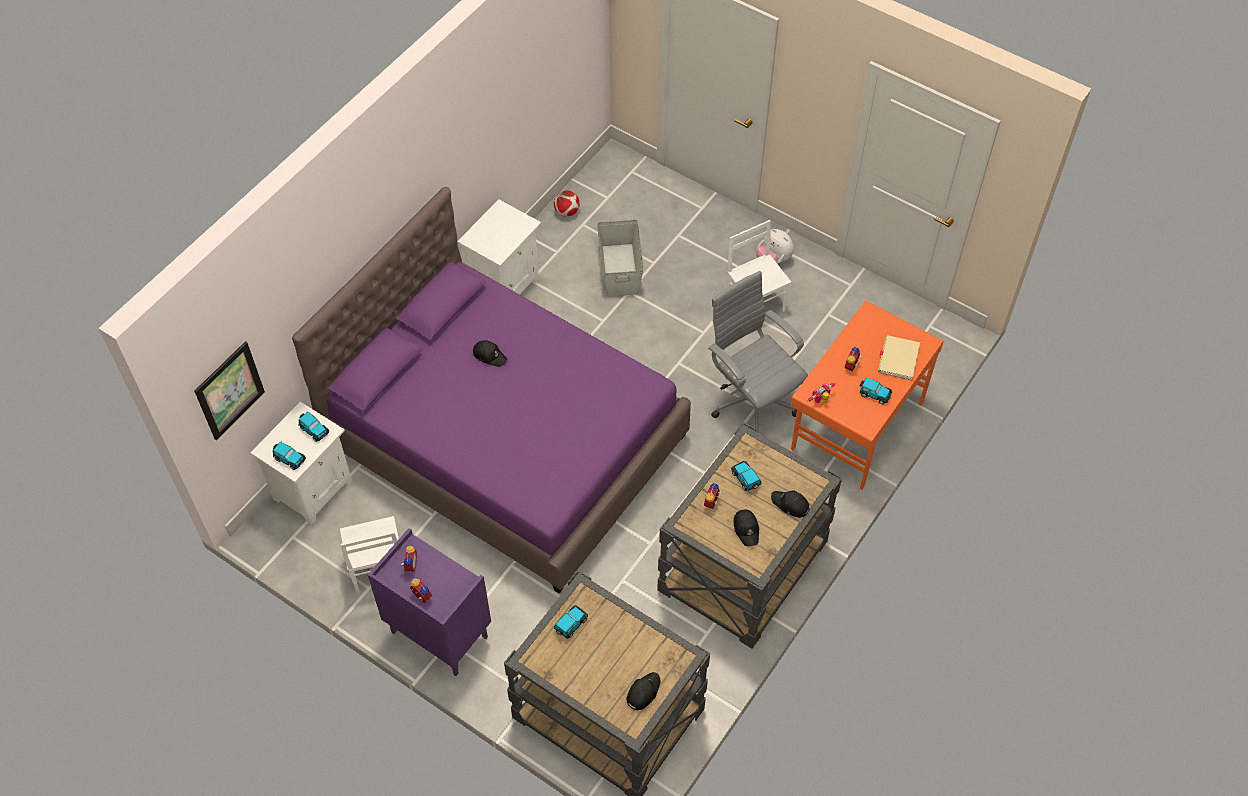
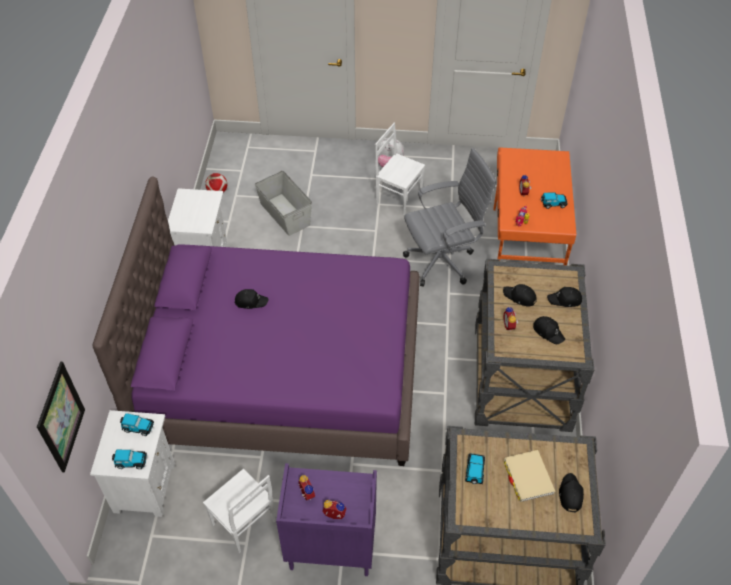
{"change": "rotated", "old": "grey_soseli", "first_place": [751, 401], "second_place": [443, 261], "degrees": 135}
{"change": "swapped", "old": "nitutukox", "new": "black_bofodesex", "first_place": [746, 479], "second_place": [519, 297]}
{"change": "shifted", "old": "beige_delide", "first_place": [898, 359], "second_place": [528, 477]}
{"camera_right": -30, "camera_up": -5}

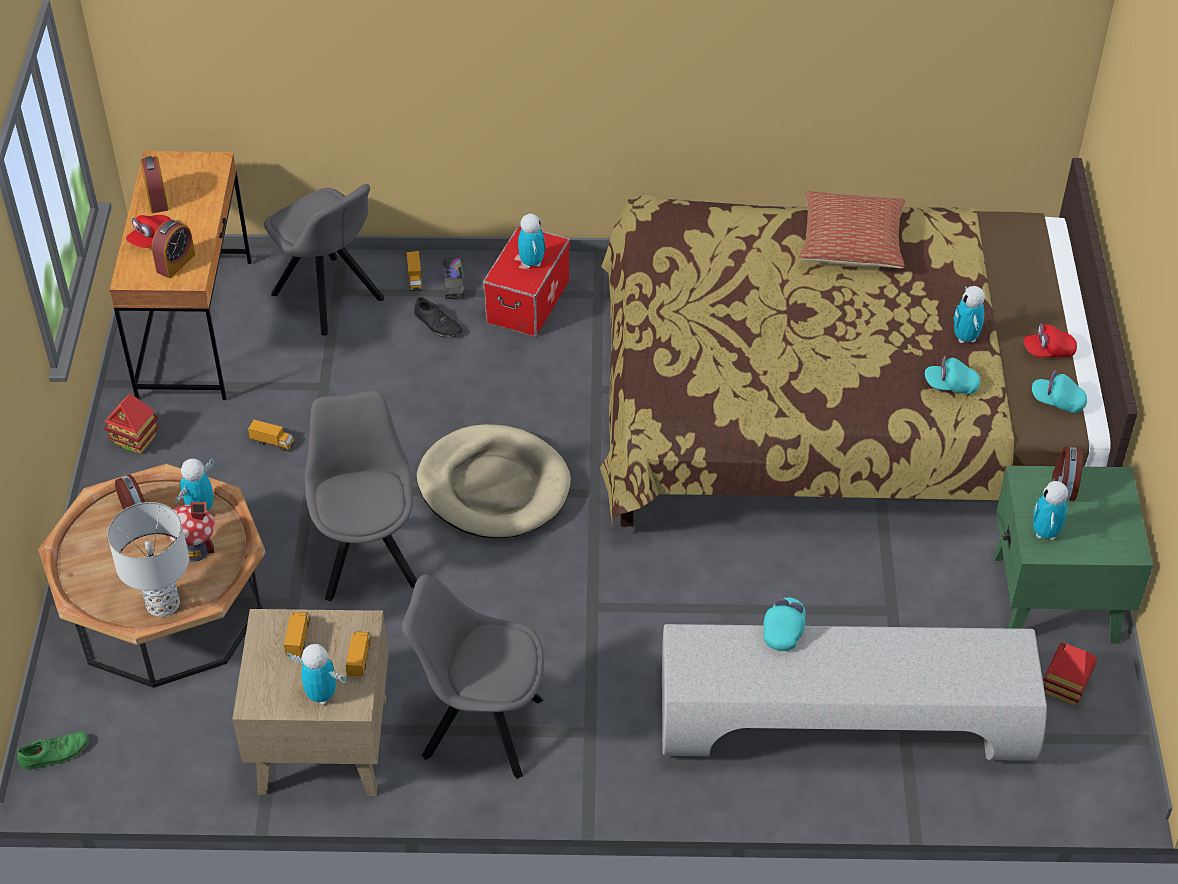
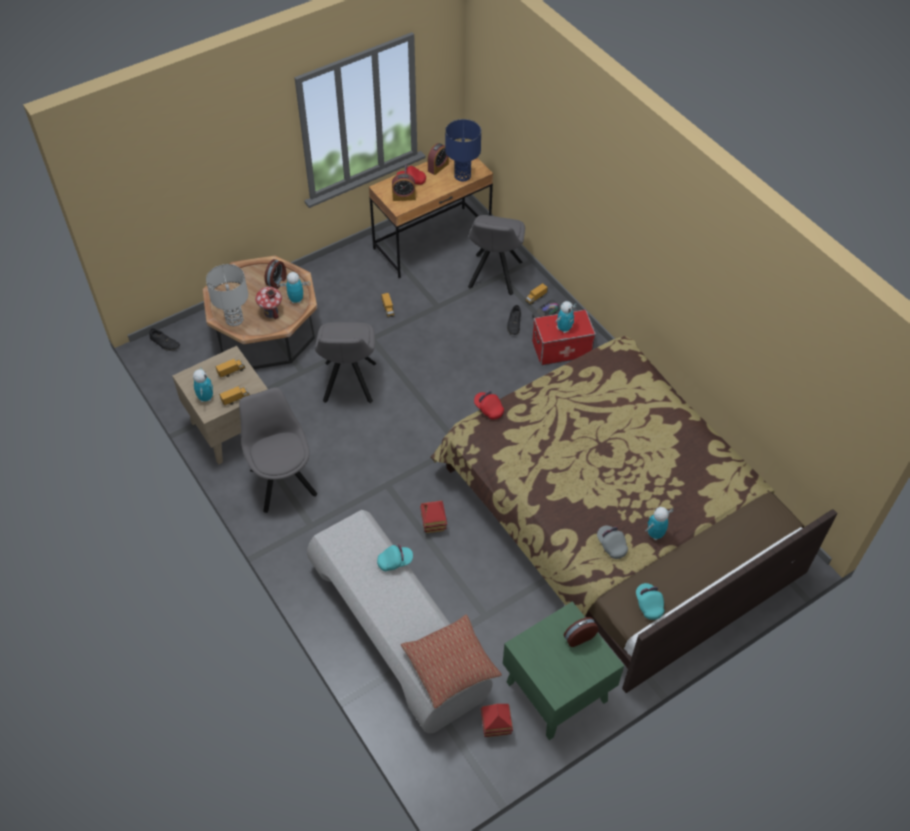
{"change": "repainted", "old": "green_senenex", "new": "black_senenex", "first_place": [55, 754], "second_place": [165, 343]}
{"change": "shifted", "old": "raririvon", "first_place": [135, 440], "second_place": [433, 524]}
{"change": "rotated", "old": "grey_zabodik", "first_place": [368, 557], "second_place": [349, 382], "degrees": 135}
{"change": "gone", "old": "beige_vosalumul", "first_place": [494, 486]}
{"change": "shifted", "old": "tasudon", "first_place": [851, 242], "second_place": [451, 665]}
{"change": "repainted", "old": "turquoise_bofodesex", "new": "grey_bofodesex", "first_place": [951, 385], "second_place": [611, 545]}
{"change": "shifted", "old": "red_bofodesex", "first_place": [1048, 351], "second_place": [488, 409]}
{"change": "gone", "old": "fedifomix", "first_place": [1045, 533]}
{"change": "new", "new": "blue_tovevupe", "second_place": [462, 175]}
{"camera_right": 55, "camera_up": 5}

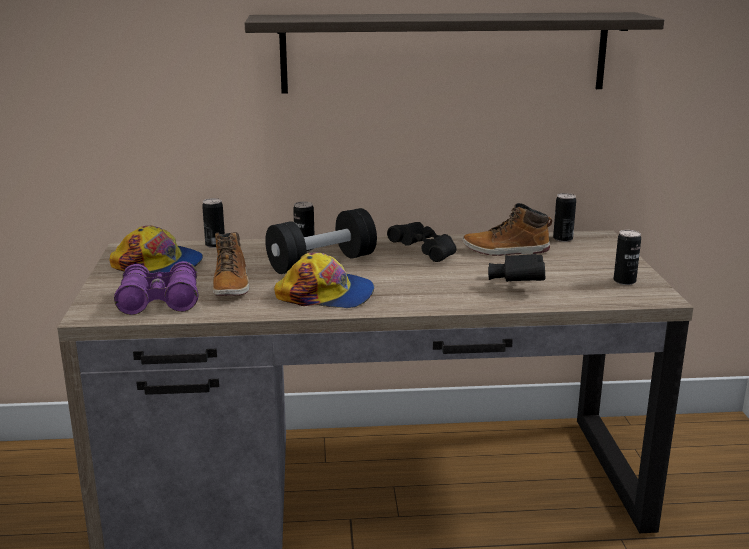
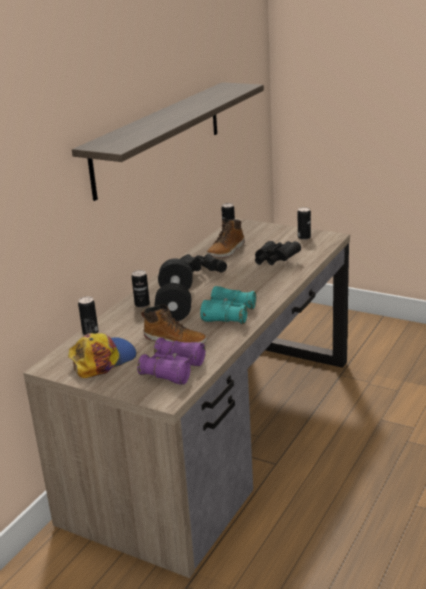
{"change": "swapped", "old": "bofodesex", "new": "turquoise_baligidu", "first_place": [326, 295], "second_place": [229, 314]}
{"camera_right": -55, "camera_up": 5}

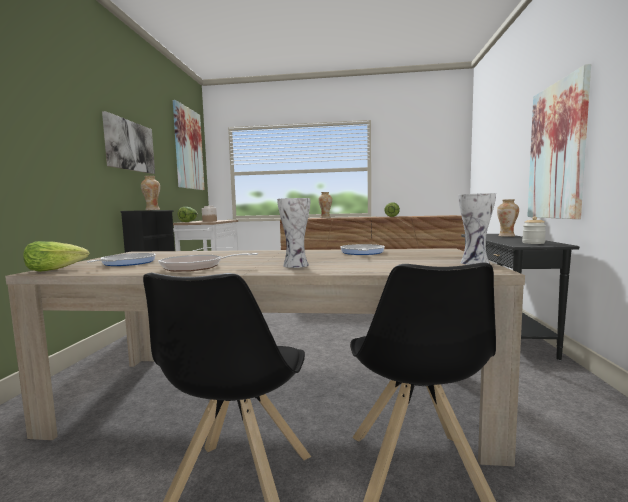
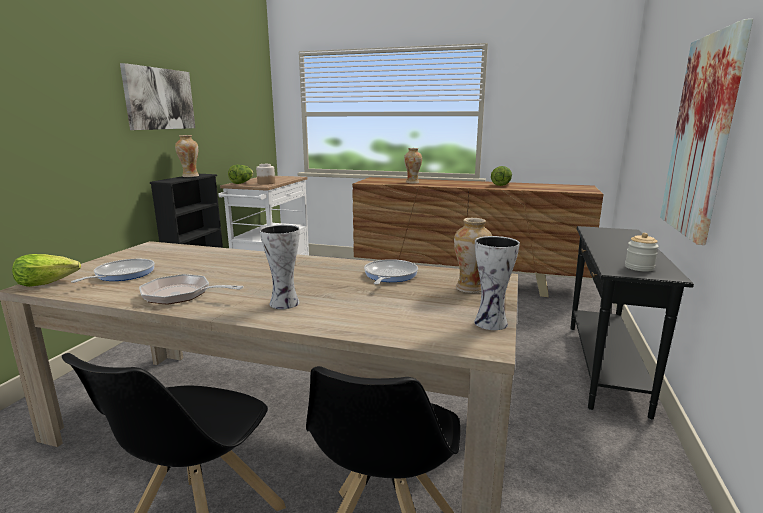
{"change": "gone", "old": "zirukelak", "first_place": [188, 148]}
{"change": "shifted", "old": "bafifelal", "first_place": [506, 236], "second_place": [470, 288]}
{"camera_right": 10, "camera_up": 10}

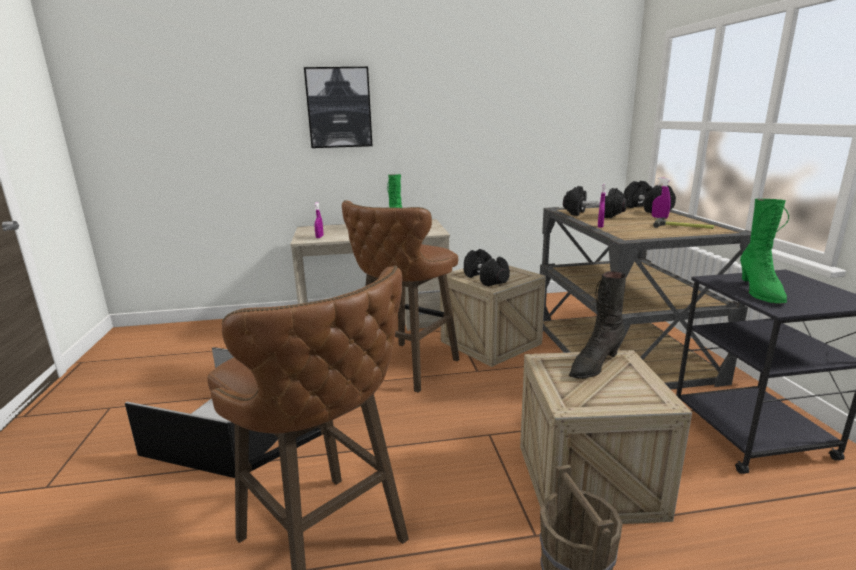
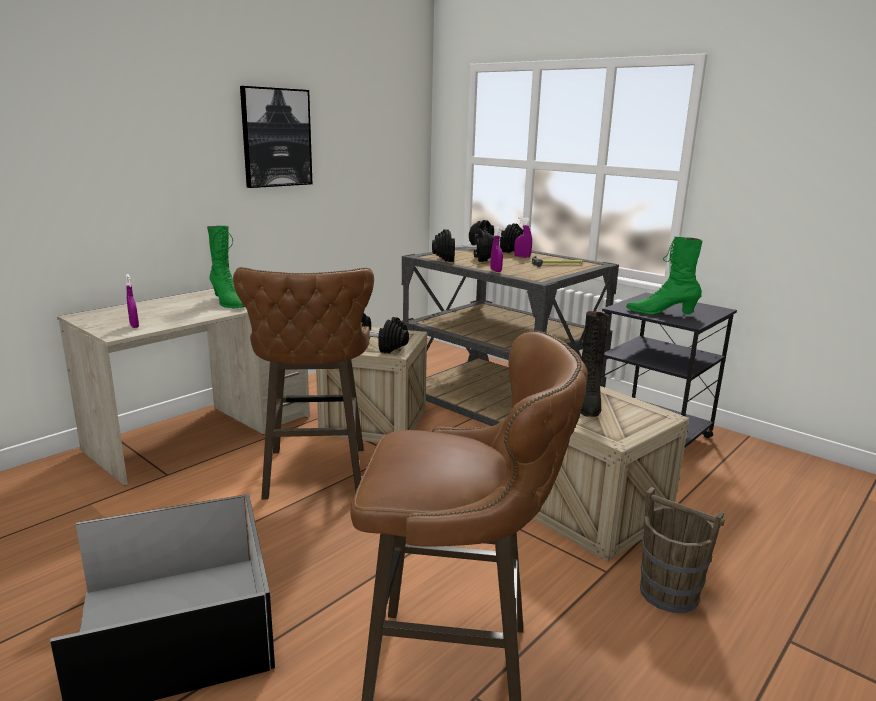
{"change": "shifted", "old": "zirukelak", "first_place": [339, 108], "second_place": [276, 137]}
{"change": "rotated", "old": "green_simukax", "first_place": [759, 292], "second_place": [661, 313], "degrees": 135}
{"camera_right": -40, "camera_up": 0}

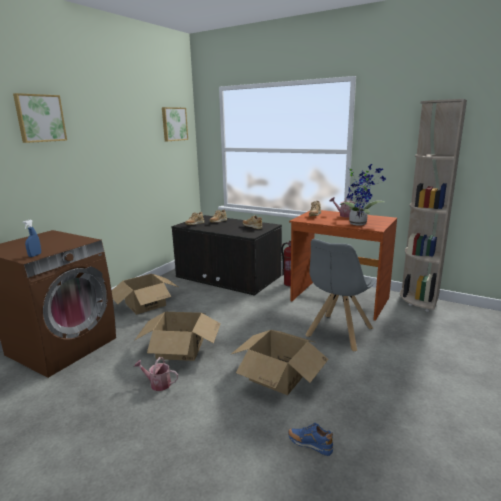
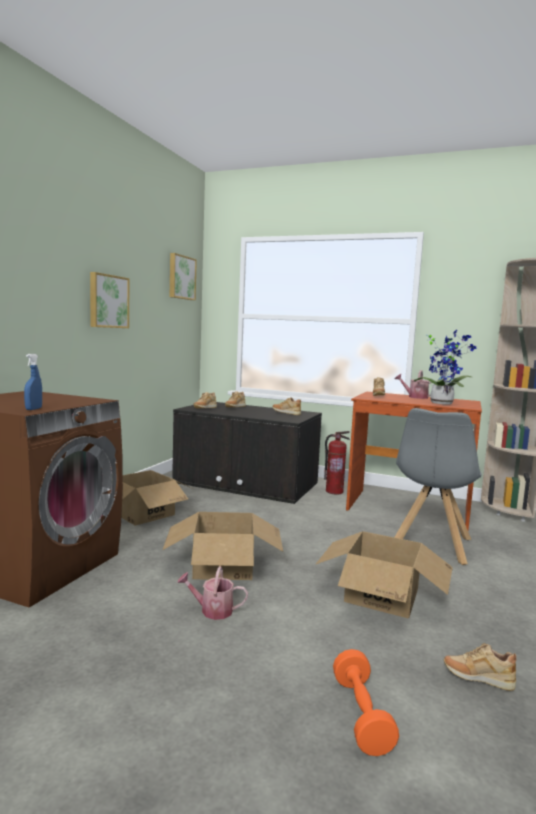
{"change": "shifted", "old": "zirukelak", "first_place": [40, 118], "second_place": [108, 301]}
{"change": "repainted", "old": "blue_senenex", "new": "beige_senenex", "first_place": [310, 445], "second_place": [477, 679]}
{"change": "new", "new": "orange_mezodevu", "second_place": [361, 715]}
{"camera_right": -10, "camera_up": -10}

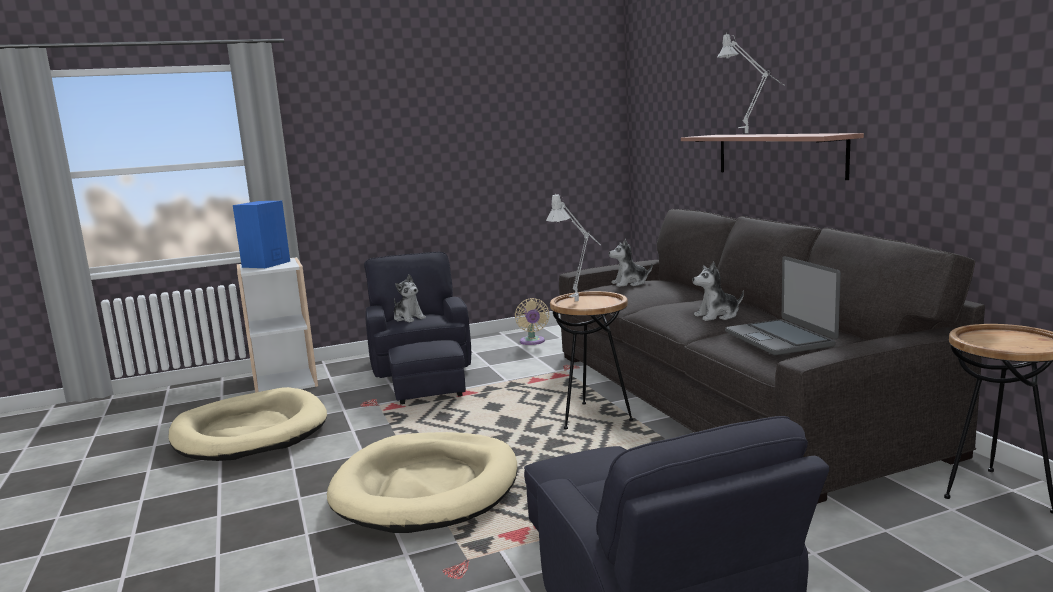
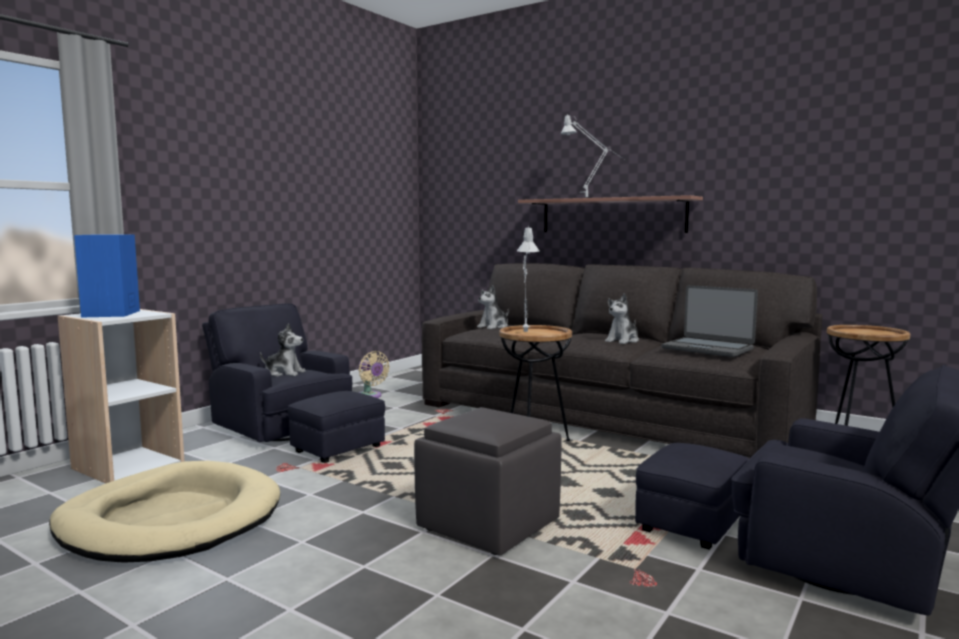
{"change": "swapped", "old": "beige_vosalumul", "new": "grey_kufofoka", "first_place": [427, 487], "second_place": [488, 524]}
{"camera_right": -35, "camera_up": -5}

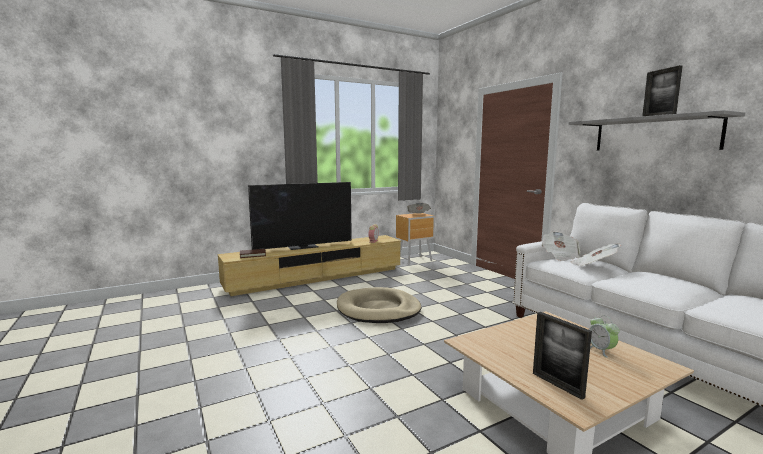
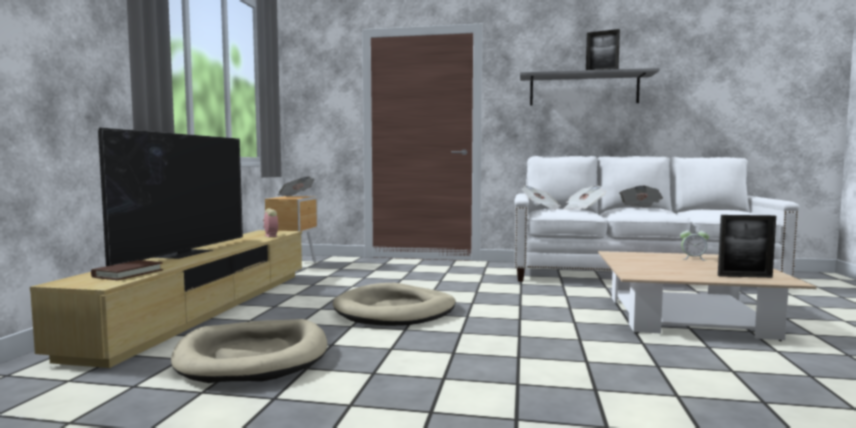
{"change": "new", "new": "beige_vosalumul", "second_place": [253, 356]}
{"change": "new", "new": "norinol", "second_place": [640, 208]}
{"camera_right": -50, "camera_up": -5}

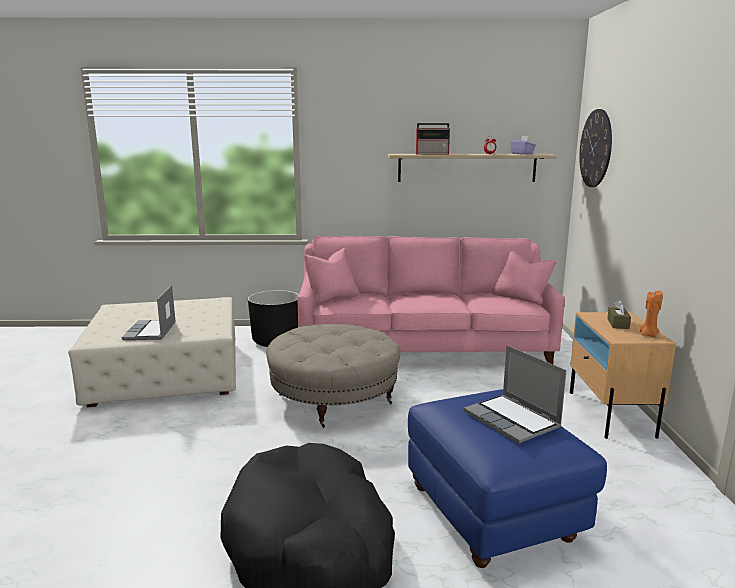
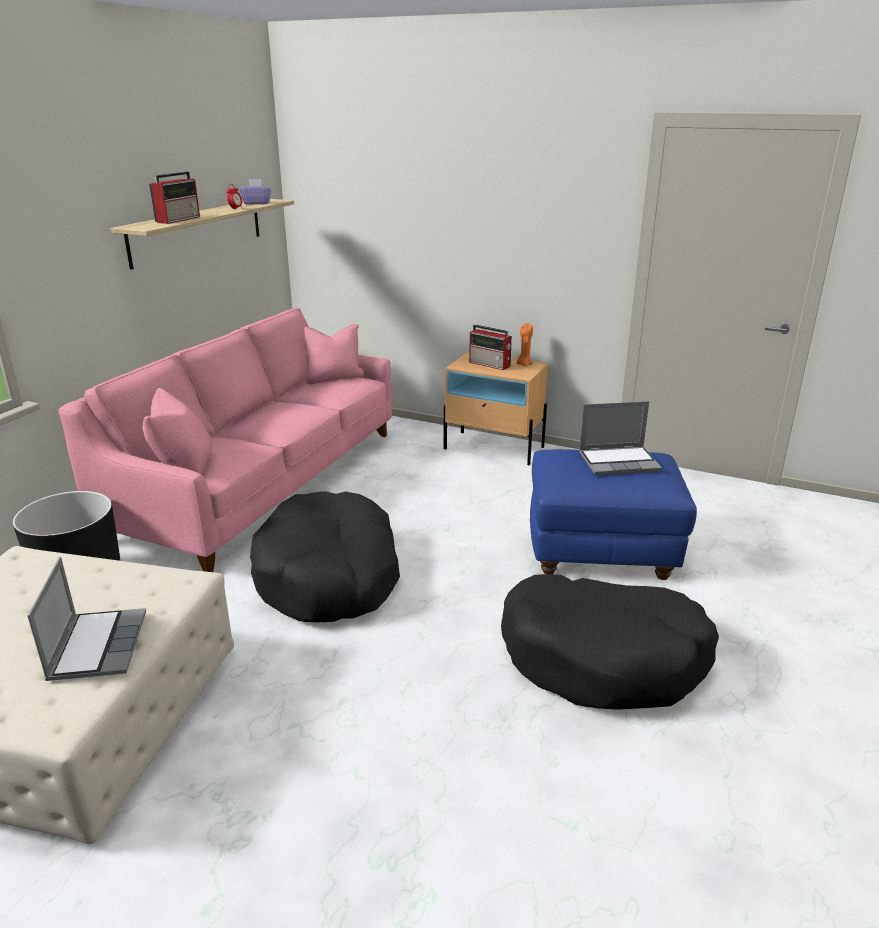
{"change": "rotated", "old": "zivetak", "first_place": [151, 331], "second_place": [97, 645], "degrees": -120}
{"change": "swapped", "old": "beige_kufofoka", "new": "black_vosalumul", "first_place": [334, 399], "second_place": [329, 575]}
{"change": "gone", "old": "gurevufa", "first_place": [595, 148]}
{"change": "swapped", "old": "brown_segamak", "new": "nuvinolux", "first_place": [618, 324], "second_place": [490, 364]}
{"camera_right": -65, "camera_up": 10}

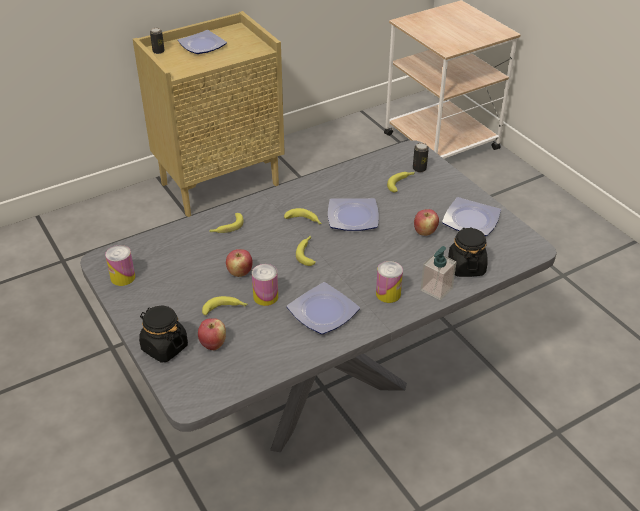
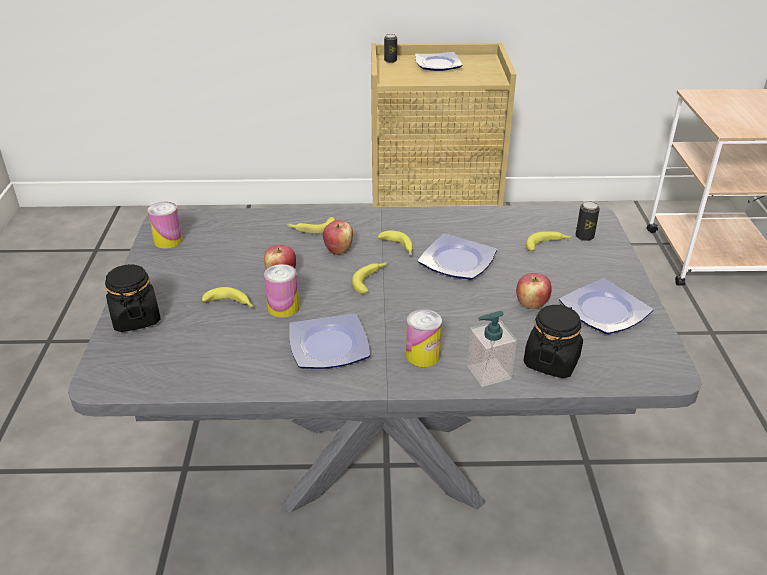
{"change": "shifted", "old": "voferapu", "first_place": [213, 344], "second_place": [338, 250]}
{"camera_right": 30, "camera_up": -5}

